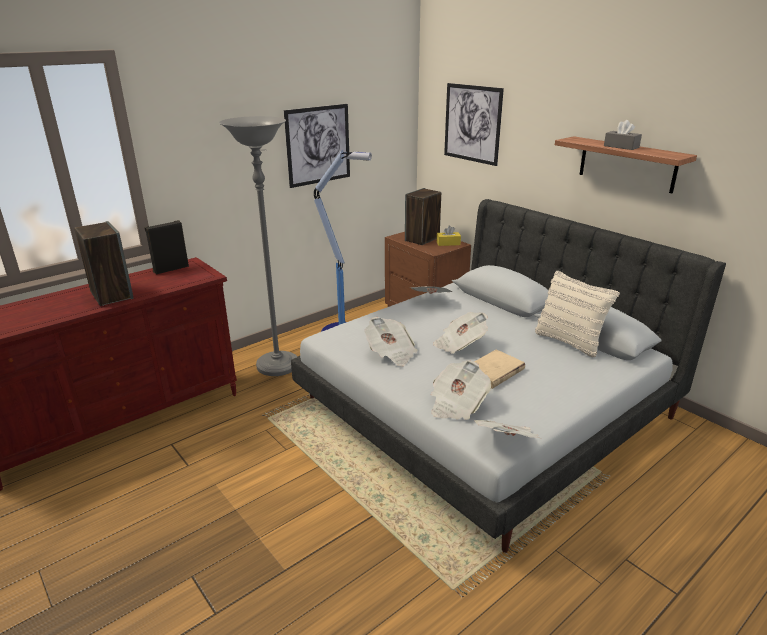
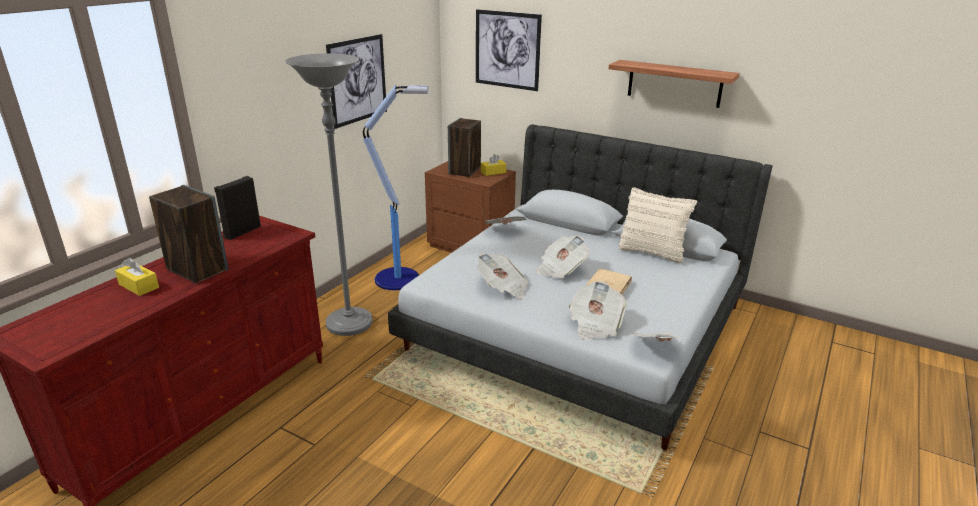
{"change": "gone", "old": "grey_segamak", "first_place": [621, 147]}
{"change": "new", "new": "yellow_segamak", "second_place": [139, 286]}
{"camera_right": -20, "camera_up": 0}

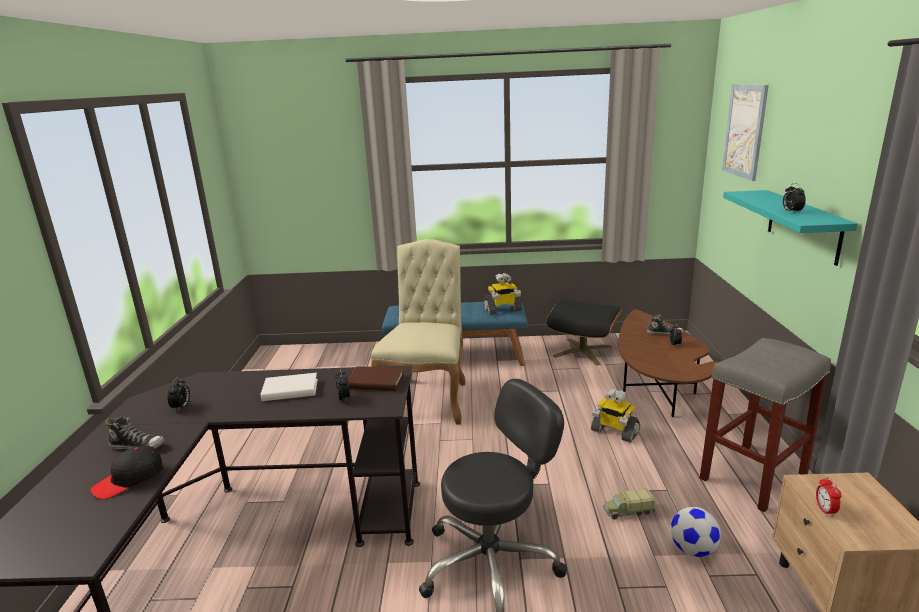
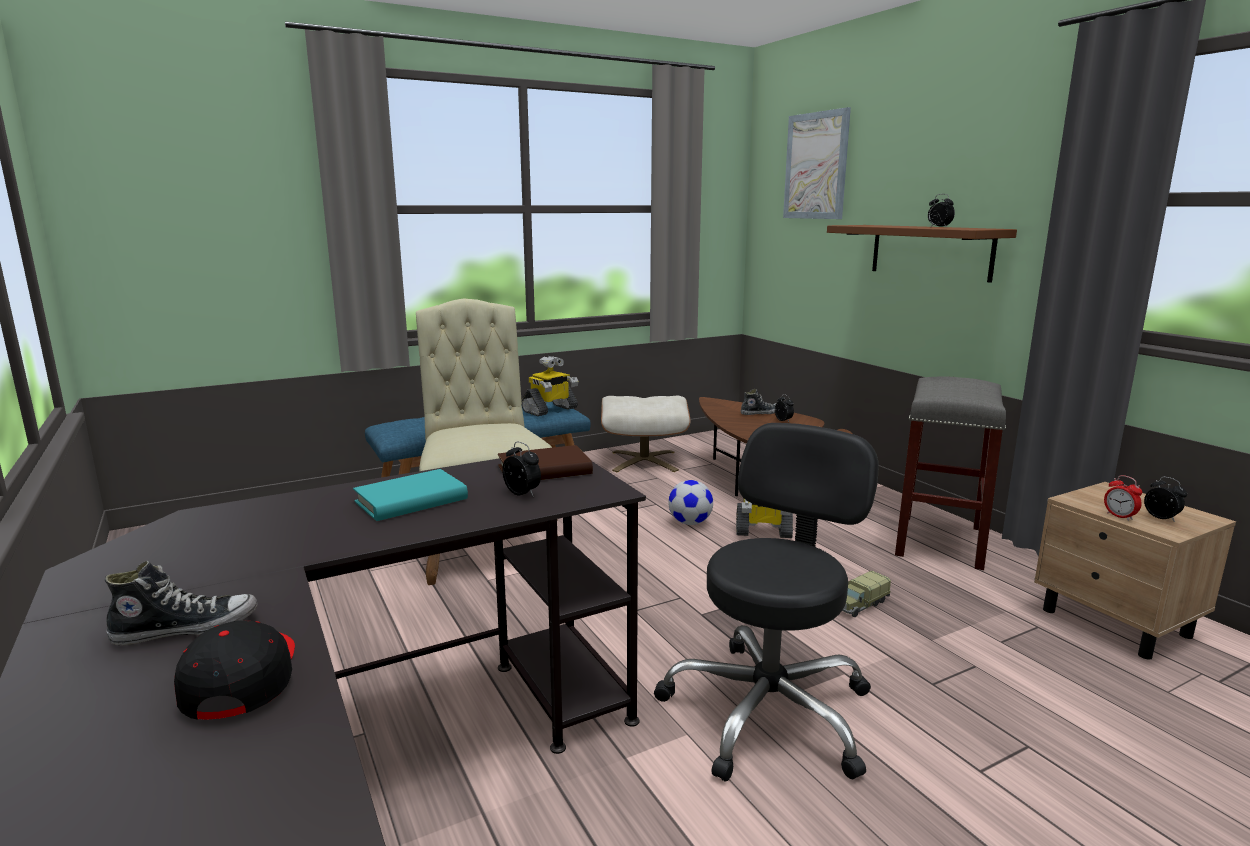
{"change": "rotated", "old": "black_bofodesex", "first_place": [129, 479], "second_place": [242, 679], "degrees": 150}
{"change": "shifted", "old": "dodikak", "first_place": [181, 407], "second_place": [1162, 518]}
{"change": "repainted", "old": "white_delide", "new": "turquoise_delide", "first_place": [290, 390], "second_place": [411, 501]}
{"change": "repainted", "old": "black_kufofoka", "new": "beige_kufofoka", "first_place": [583, 351], "second_place": [644, 461]}
{"change": "shifted", "old": "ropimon", "first_place": [693, 550], "second_place": [690, 523]}
{"change": "repainted", "old": "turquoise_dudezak", "new": "brown_dudezak", "first_place": [803, 225], "second_place": [930, 251]}
{"camera_right": -30, "camera_up": -5}

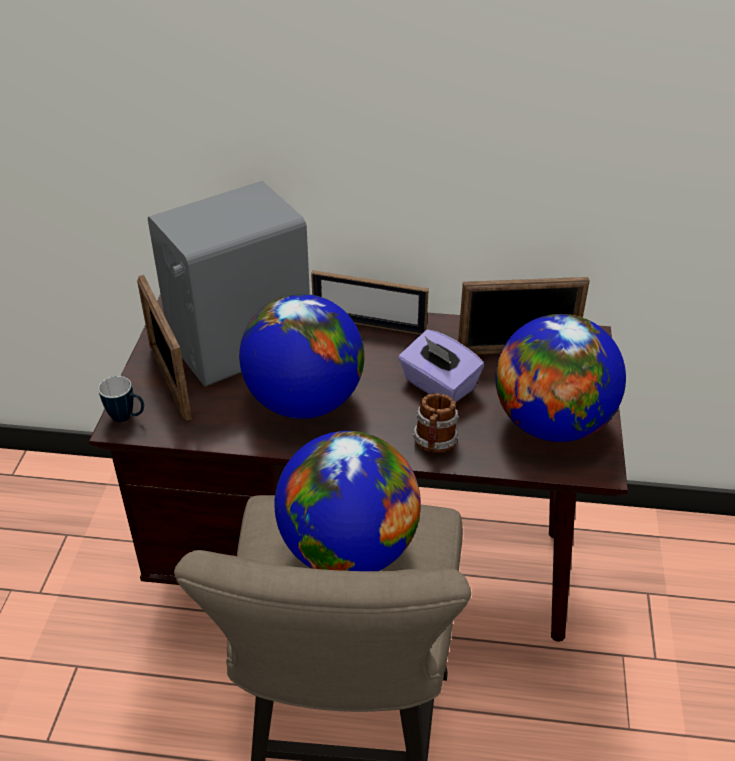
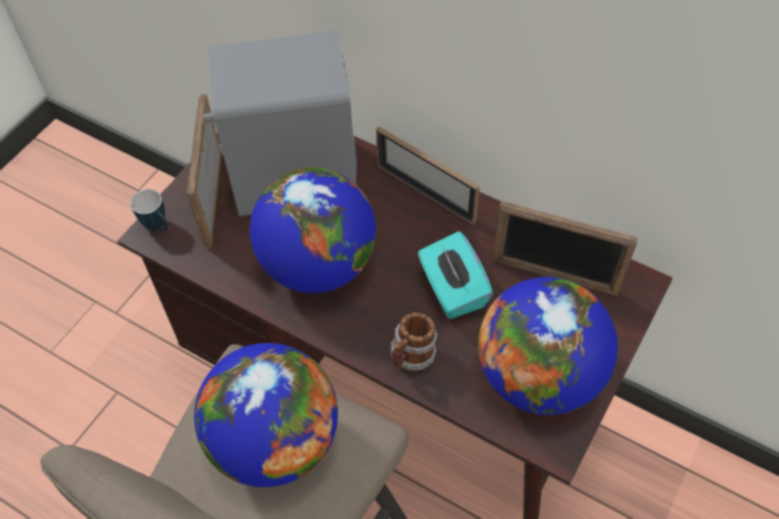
{"change": "repainted", "old": "purple_segamak", "new": "turquoise_segamak", "first_place": [438, 386], "second_place": [452, 290]}
{"camera_right": 25, "camera_up": 15}

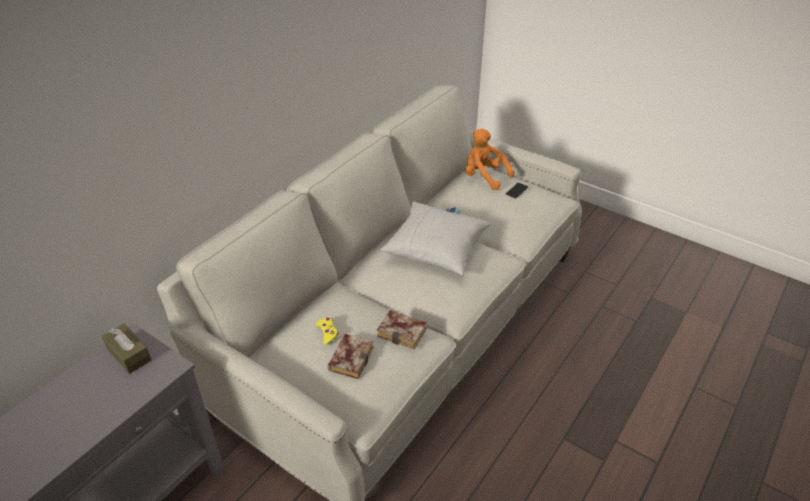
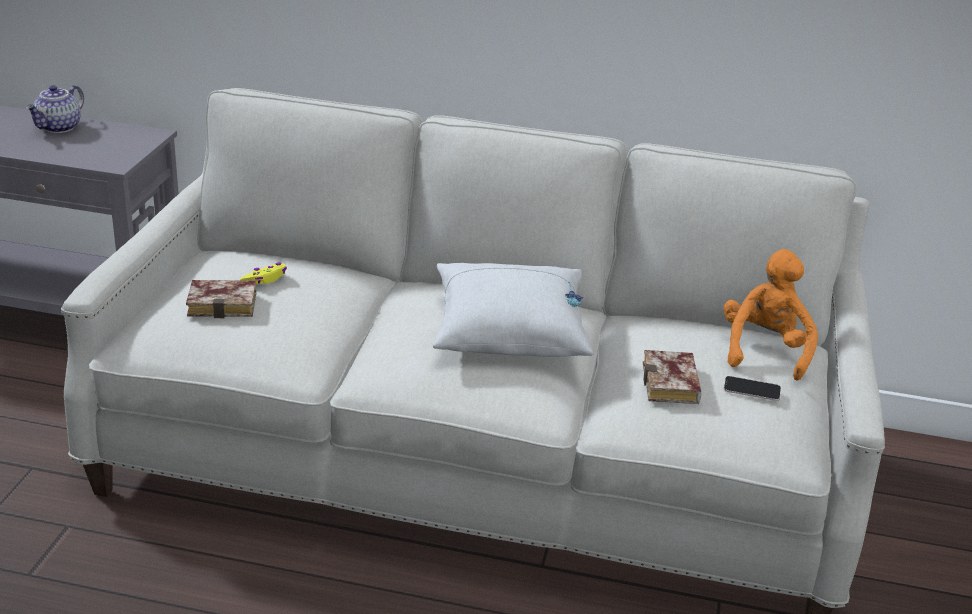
{"change": "gone", "old": "brown_segamak", "first_place": [129, 354]}
{"change": "shifted", "old": "delide", "first_place": [404, 332], "second_place": [672, 386]}
{"change": "new", "new": "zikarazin", "second_place": [59, 128]}
{"camera_right": 65, "camera_up": -10}

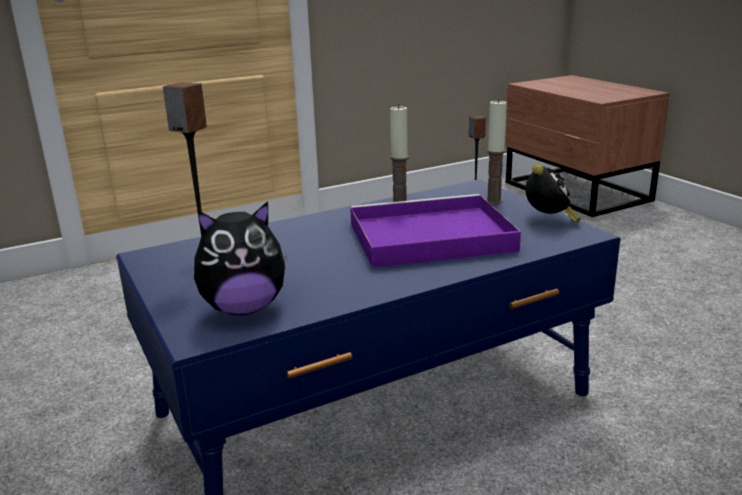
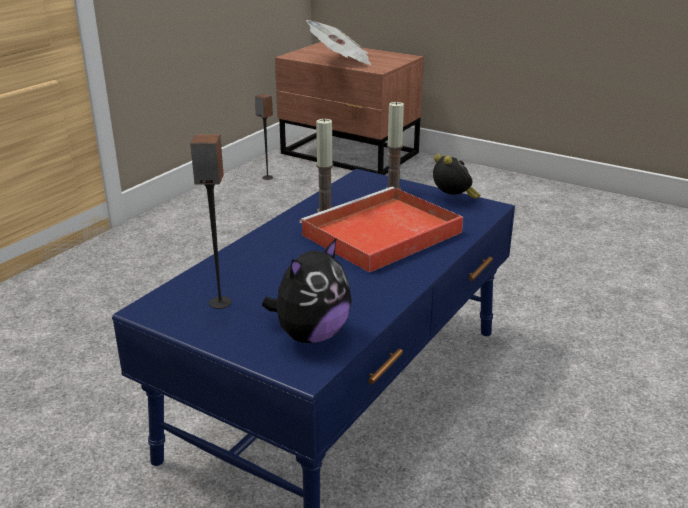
{"change": "repainted", "old": "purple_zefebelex", "new": "red_zefebelex", "first_place": [427, 237], "second_place": [380, 235]}
{"change": "new", "new": "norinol", "second_place": [340, 61]}
{"camera_right": -30, "camera_up": 5}

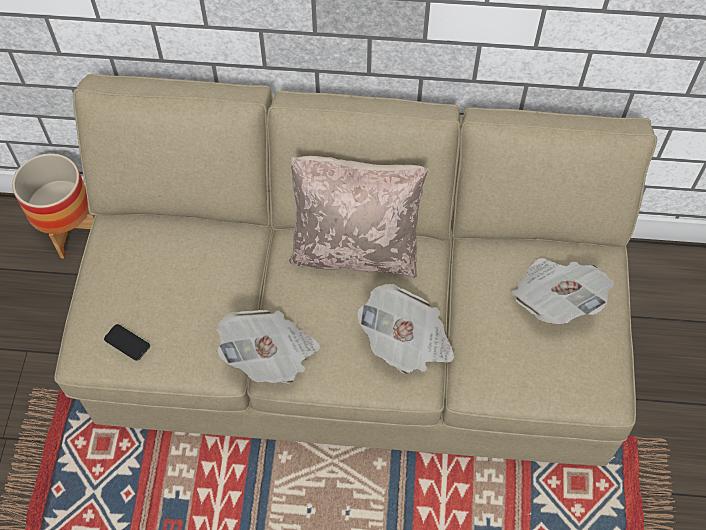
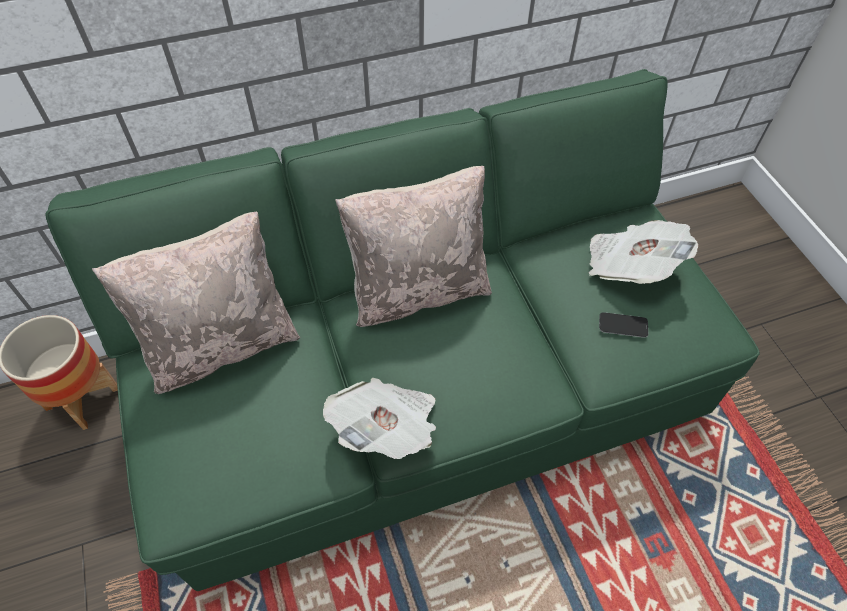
{"change": "repainted", "old": "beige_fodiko", "new": "green_fodiko", "first_place": [353, 332], "second_place": [422, 385]}
{"change": "shifted", "old": "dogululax", "first_place": [127, 343], "second_place": [623, 325]}
{"change": "gone", "old": "norinol", "first_place": [406, 342]}
{"change": "new", "new": "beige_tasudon", "second_place": [222, 344]}
{"camera_right": -25, "camera_up": -5}

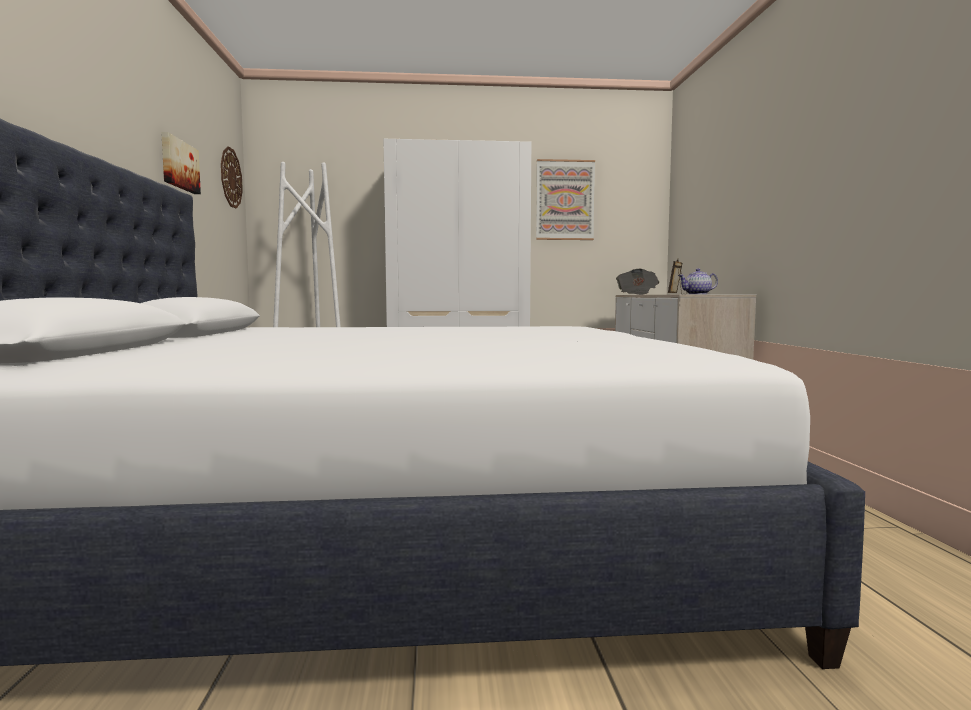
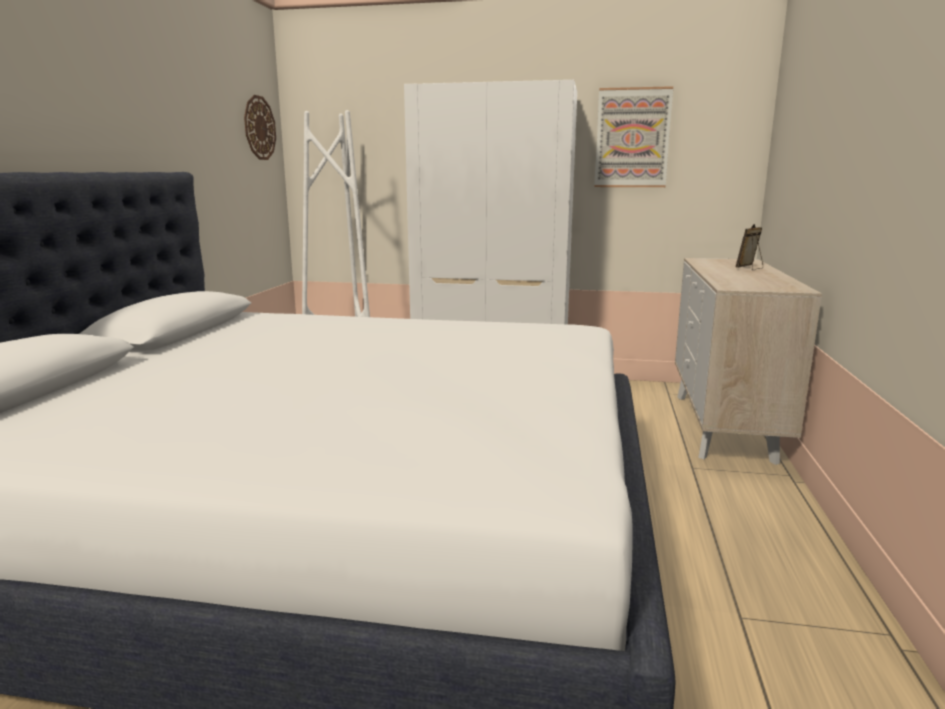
{"change": "gone", "old": "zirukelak", "first_place": [178, 165]}
{"change": "gone", "old": "norinol", "first_place": [637, 294]}
{"change": "gone", "old": "zikarazin", "first_place": [697, 294]}
{"camera_right": 15, "camera_up": 10}

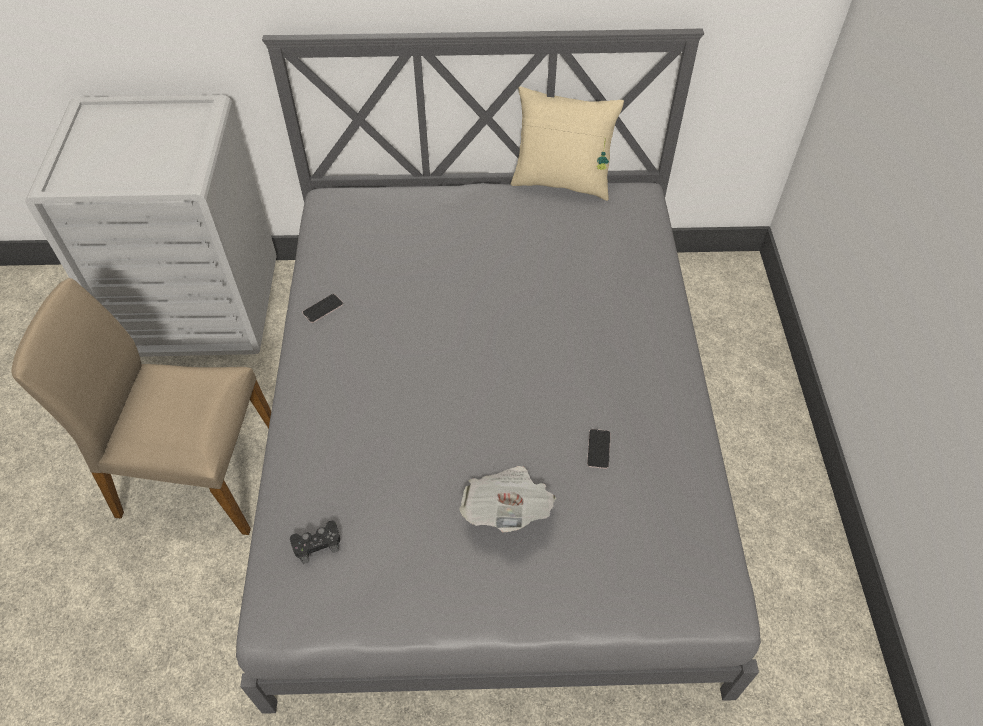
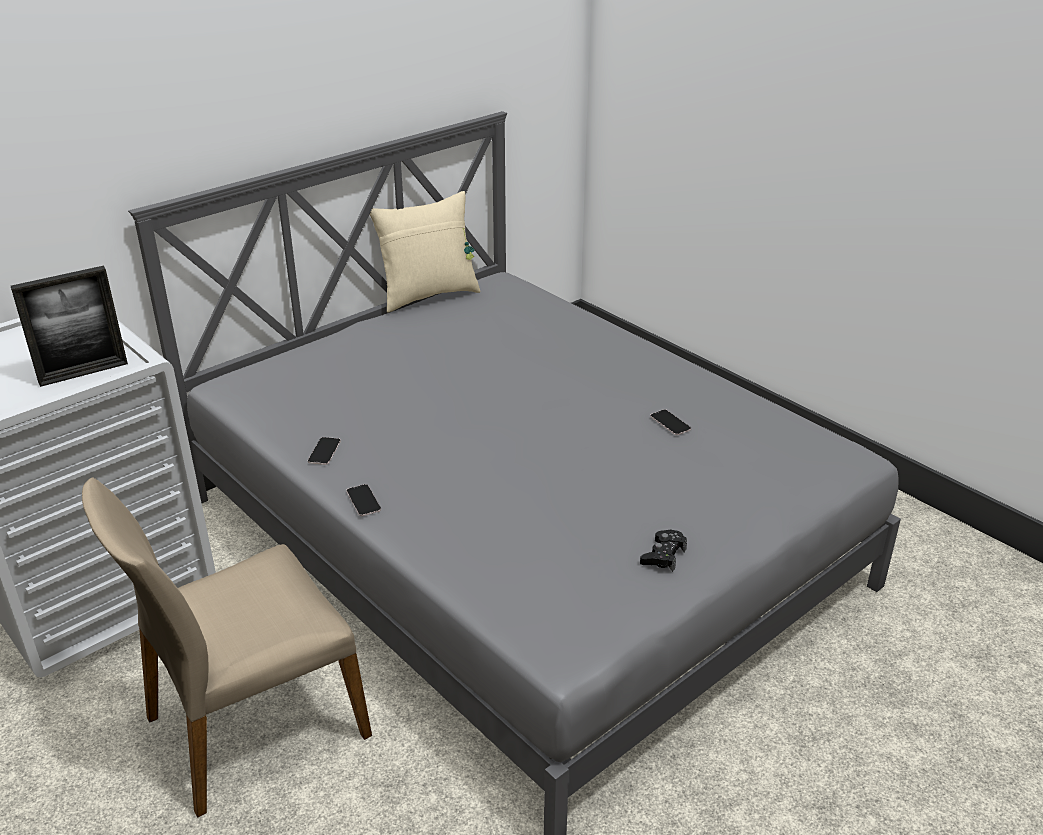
{"change": "shifted", "old": "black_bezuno", "first_place": [317, 544], "second_place": [663, 555]}
{"change": "gone", "old": "norinol", "first_place": [507, 509]}
{"change": "new", "new": "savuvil", "second_place": [83, 373]}
{"change": "new", "new": "dogululax", "second_place": [363, 501]}
{"camera_right": -40, "camera_up": -20}

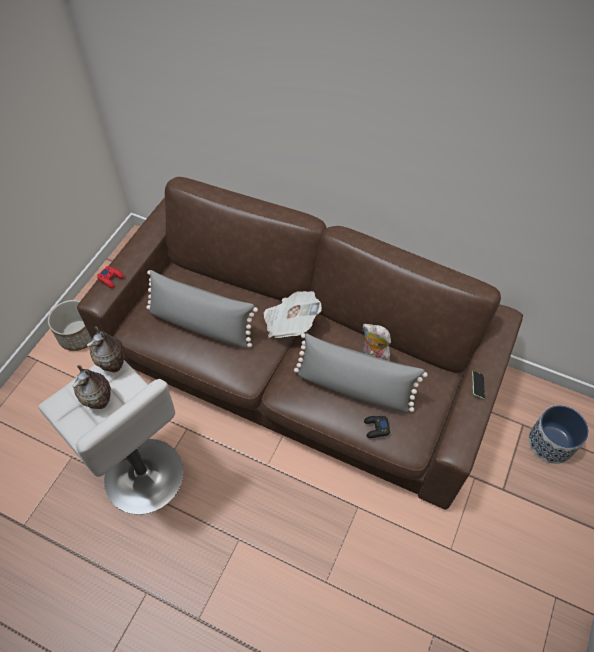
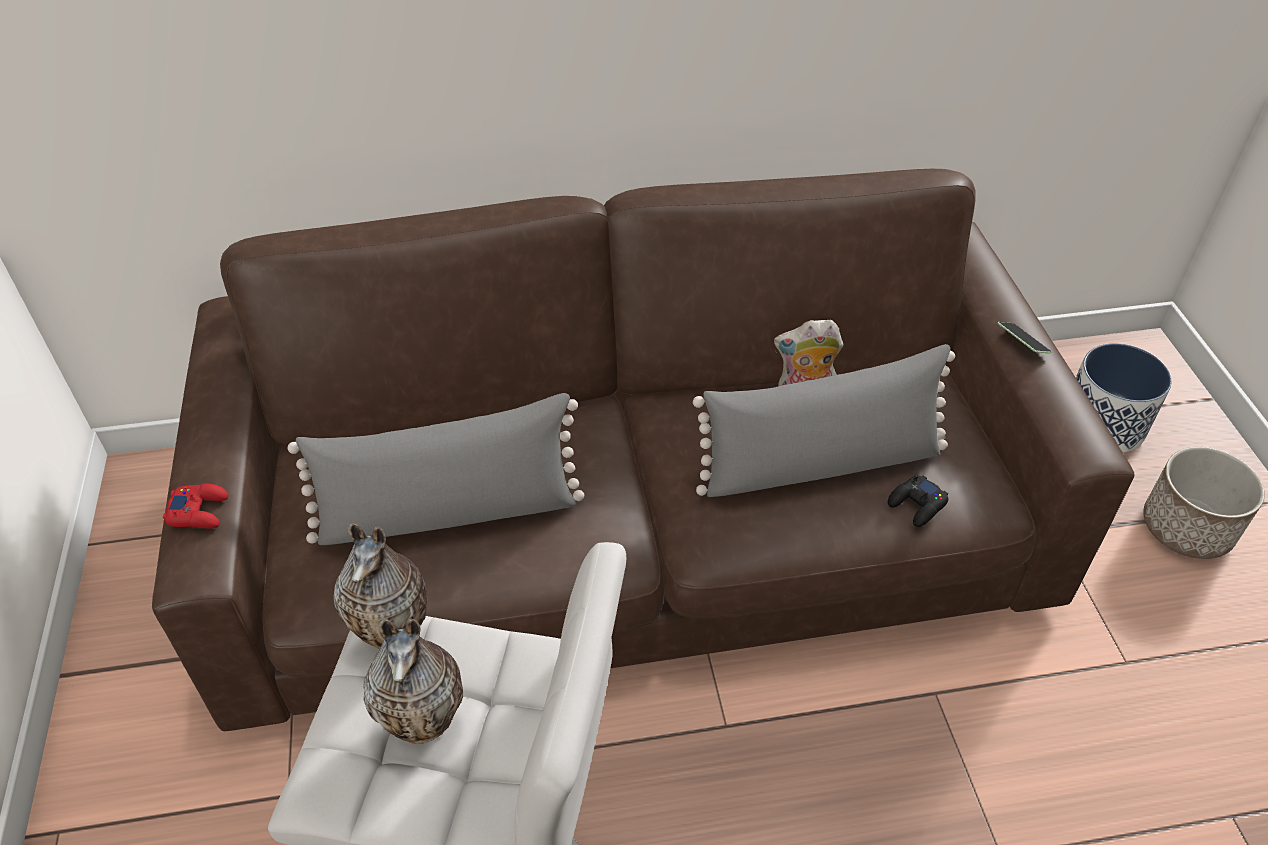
{"change": "shifted", "old": "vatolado", "first_place": [78, 335], "second_place": [1187, 528]}
{"change": "gone", "old": "norinol", "first_place": [290, 323]}
{"camera_right": -35, "camera_up": -10}

